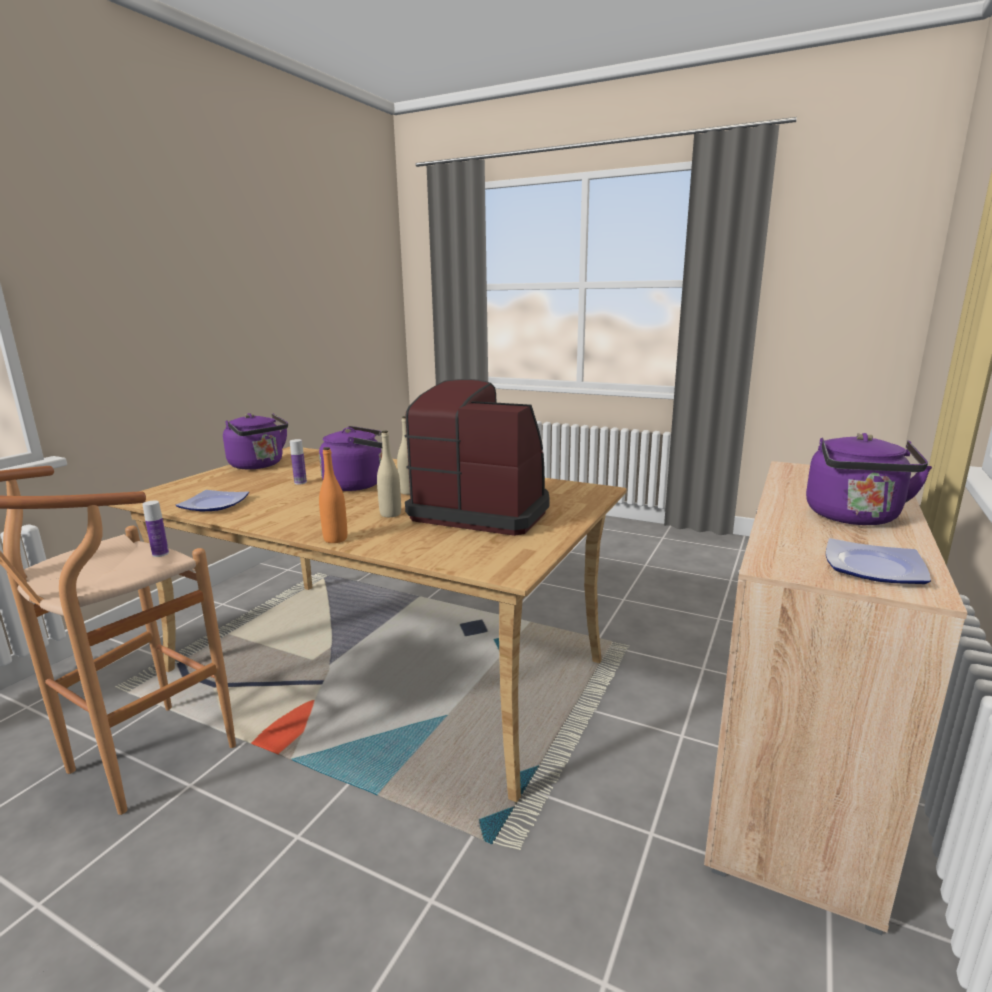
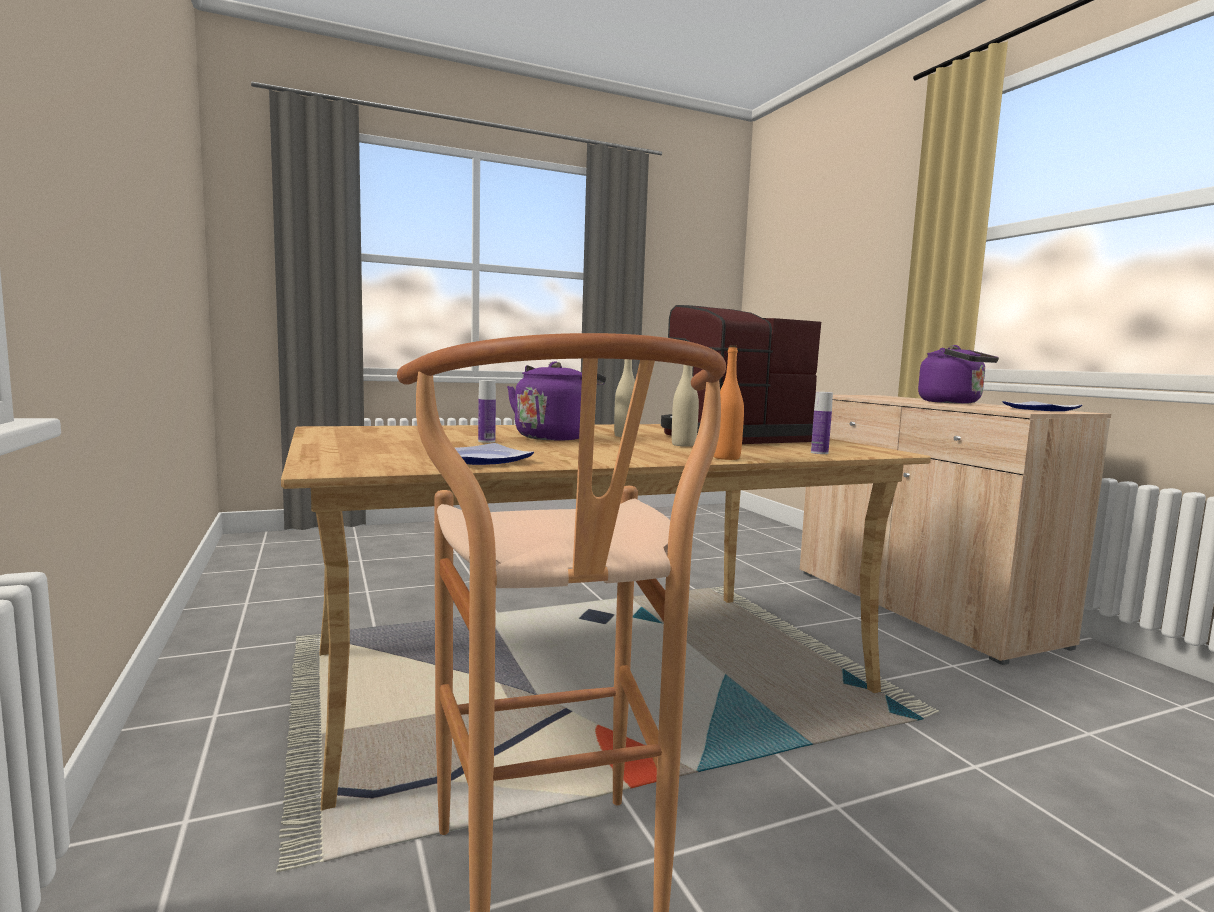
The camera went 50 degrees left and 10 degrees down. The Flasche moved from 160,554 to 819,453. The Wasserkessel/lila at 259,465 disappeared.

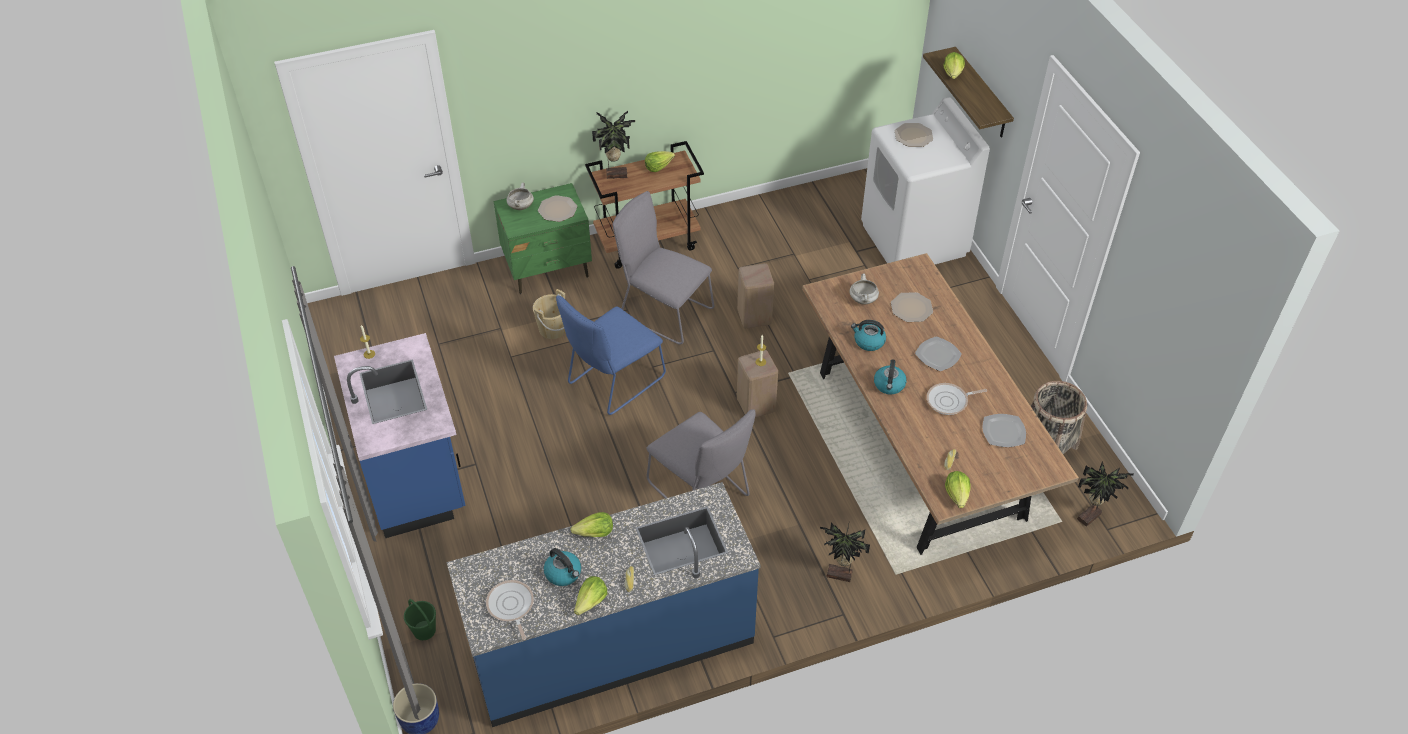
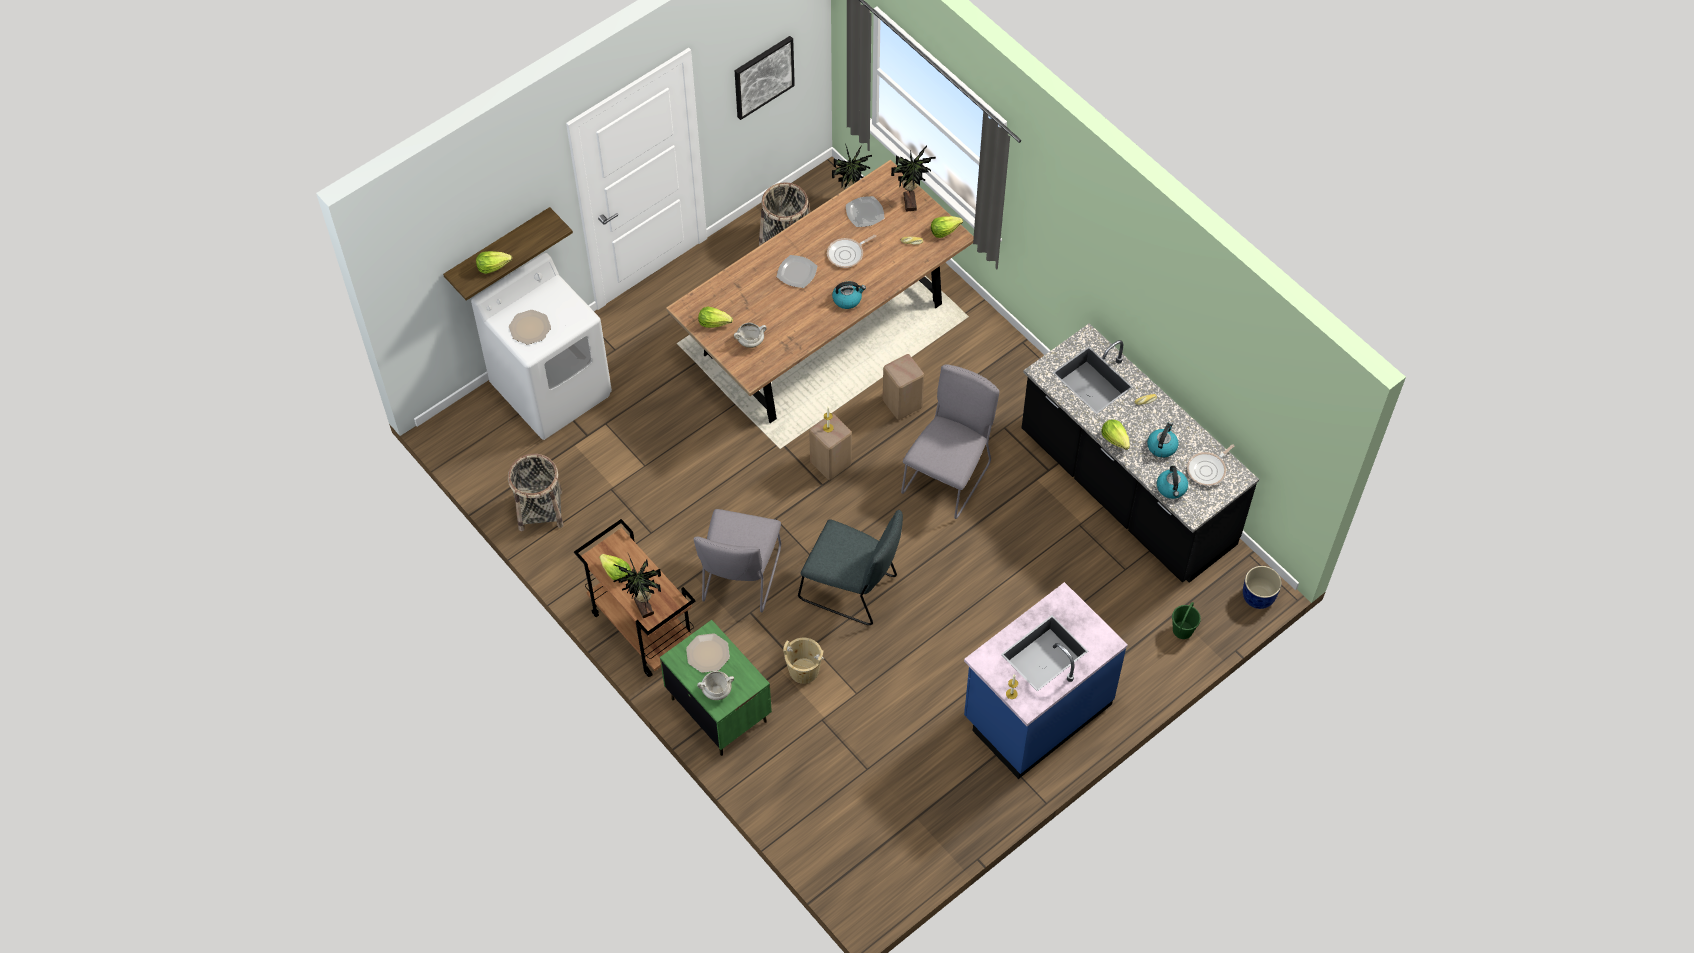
The camera went 110 degrees left and 10 degrees up. The Korb at 540,510 appeared. The Salatkopf moved from 591,602 to 714,322. The Bild at 763,76 appeared. The Stuhl/blau at 613,382 became the Stuhl/grau at 852,589. The Pfanne at 949,401 turned 90 degrees clockwise. The Hocker/beige moved from 753,316 to 902,405. The Topfpflanze moved from 839,576 to 911,202. The Küchenzeile/blau at 611,642 became the Küchenzeile/schwarz at 1126,490. The Wasserkessel moved from 868,341 to 1171,488. The Teller at 911,308 disappeared.

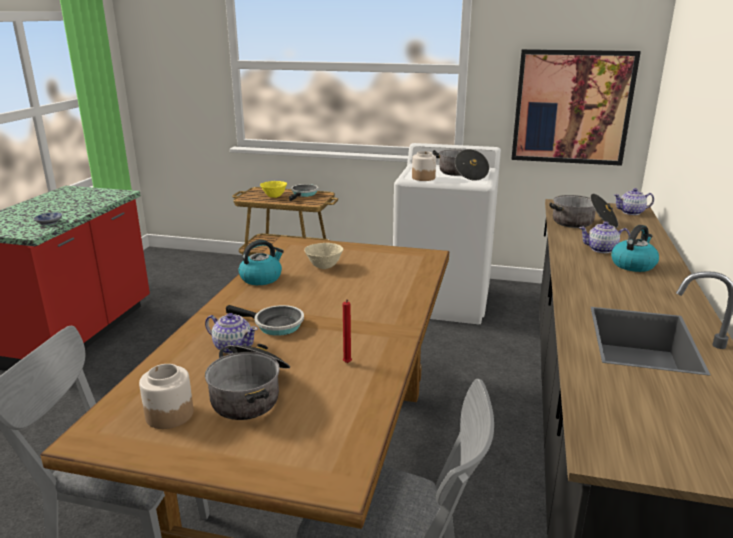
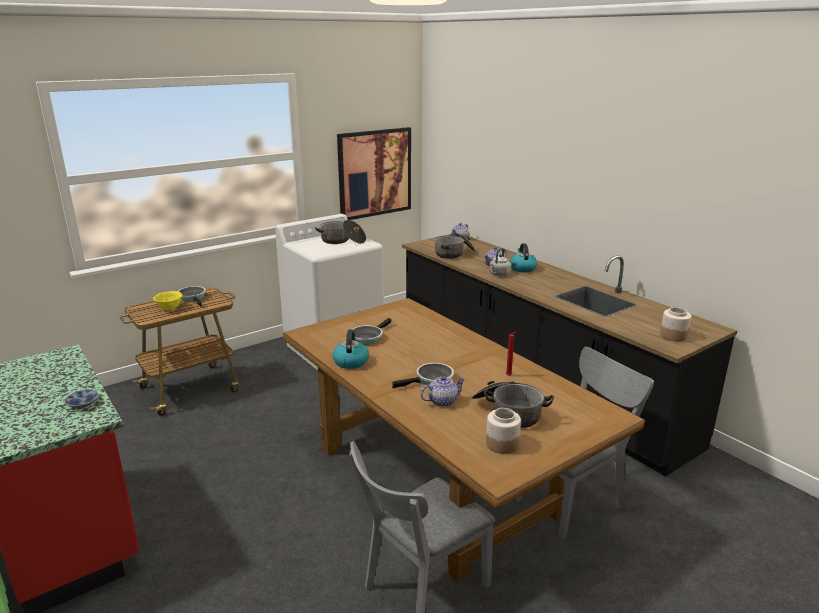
The camera went 50 degrees left and 0 degrees up. The Schüssel/beige at 324,266 was replaced by the Pfanne at 368,337. The Wasserkessel/grau at 499,274 appeared. The Vorratsglas moved from 423,178 to 673,335.

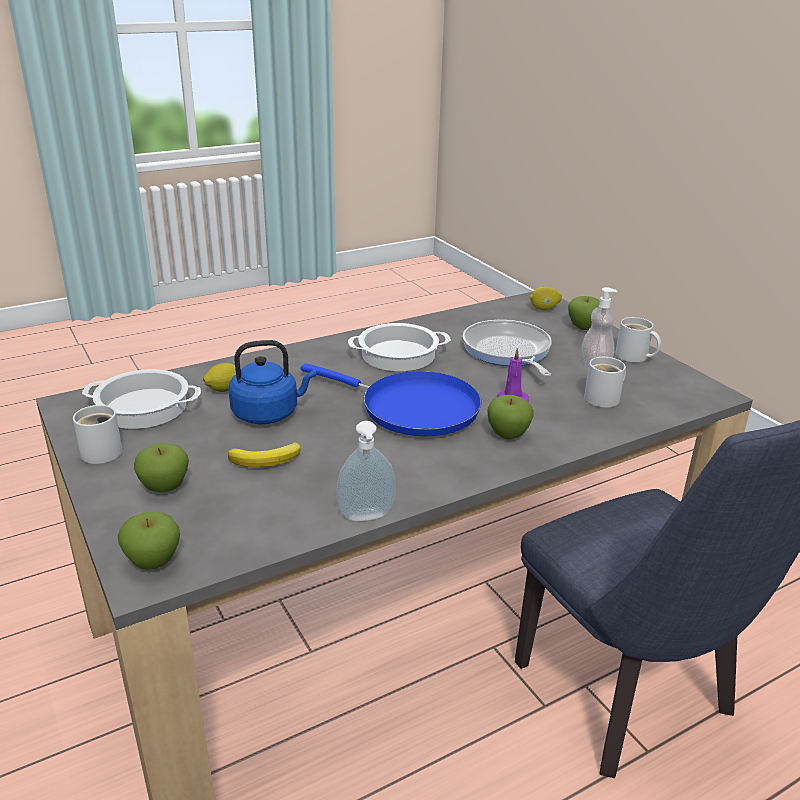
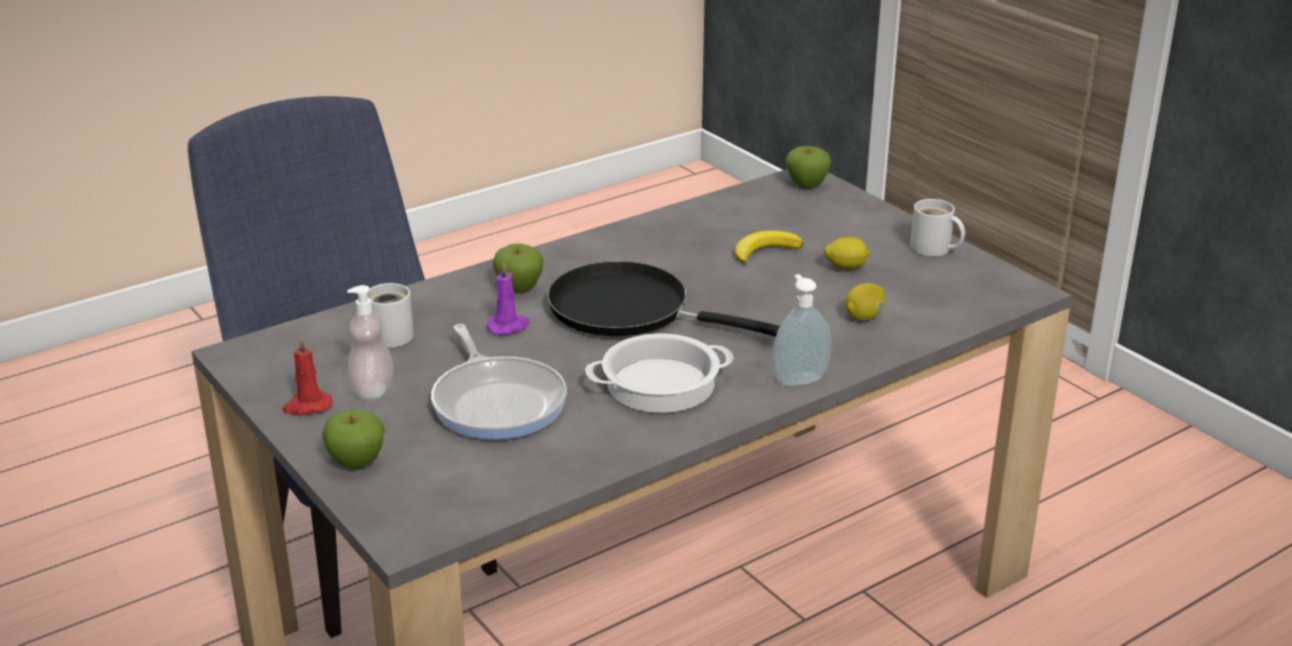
The camera went 175 degrees right and 0 degrees up. The Henkelbecher/weiß at 634,357 was replaced by the Kerze/rot at 307,406. The Pfanne/blau at 412,408 became the Pfanne/schwarz at 628,310. The Seifenspender moved from 366,517 to 798,379. The Zitrone moved from 544,309 to 846,268. The Kochtopf at 142,408 disappeared. The Apfel at 165,487 disappeared. The Wasserkessel/blau at 269,413 disappeared.

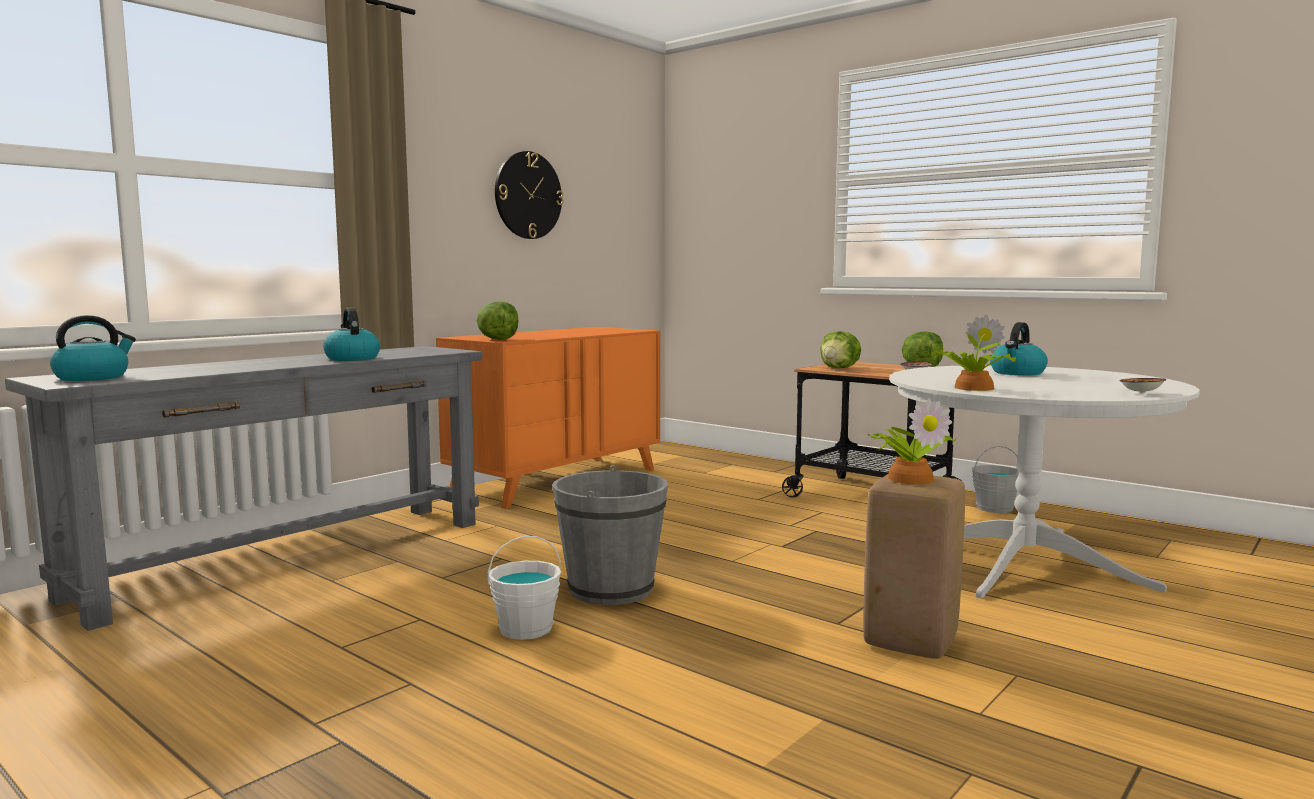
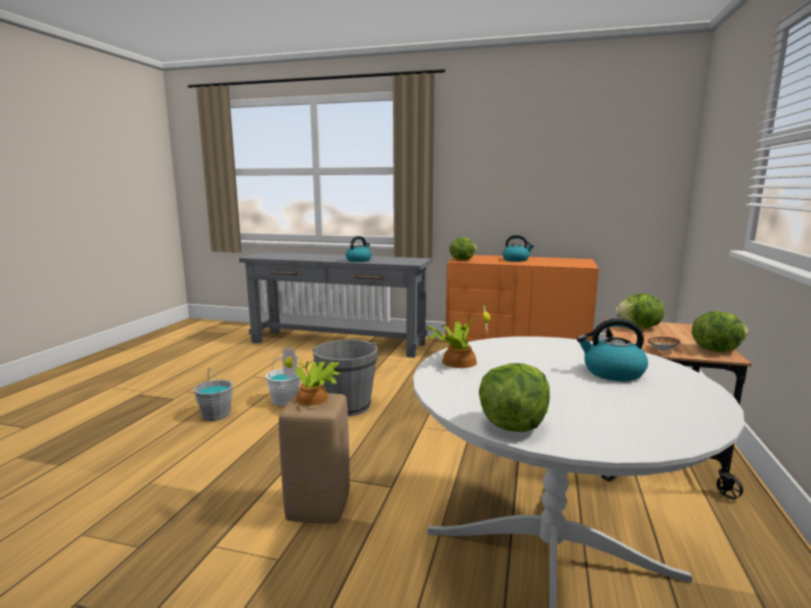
The camera went 65 degrees right and 5 degrees up. The Eimer/grau moved from 994,508 to 216,414. The Schüssel at 1141,393 was replaced by the Salatkopf at 512,425. The Wasserkessel moved from 93,377 to 516,260. The Wanduhr at 528,195 disappeared.

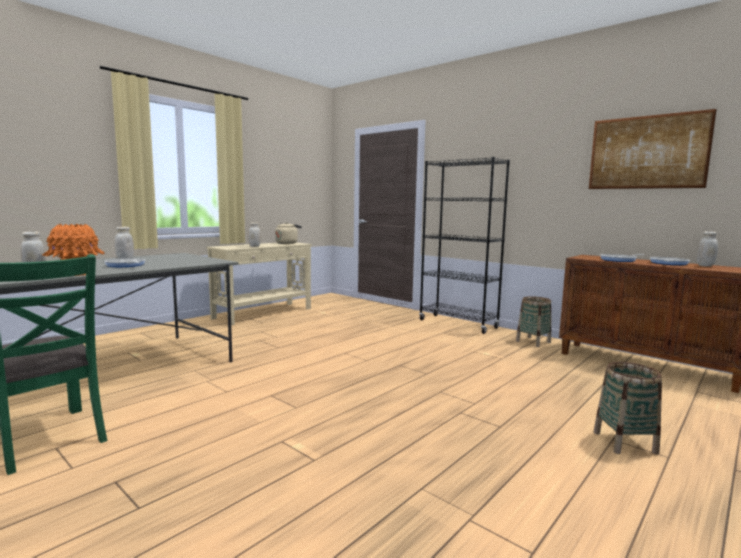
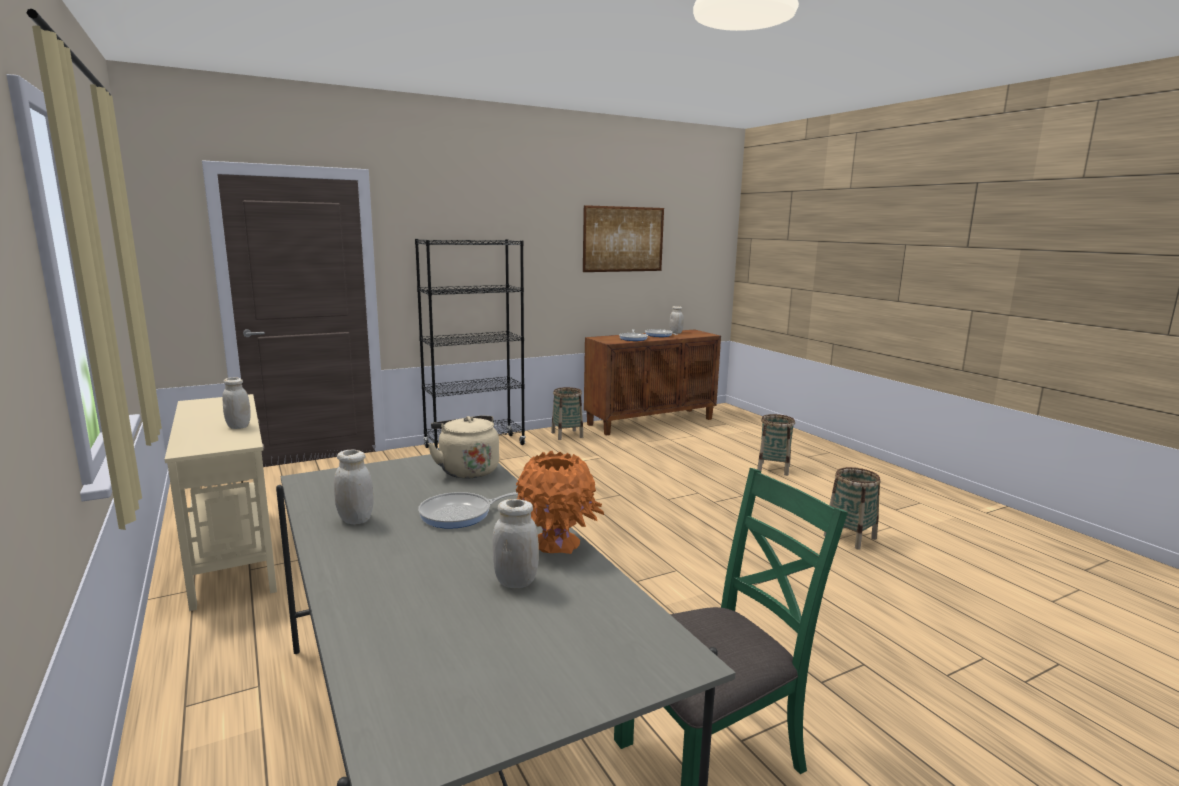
The camera went 70 degrees left and 5 degrees up. The Wasserkessel/beige moved from 287,243 to 467,470. The Korb at 850,537 appeared.

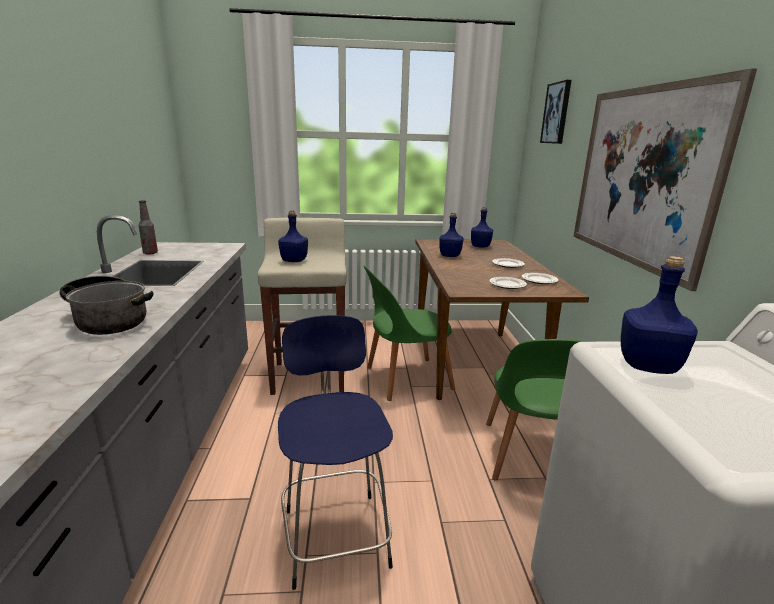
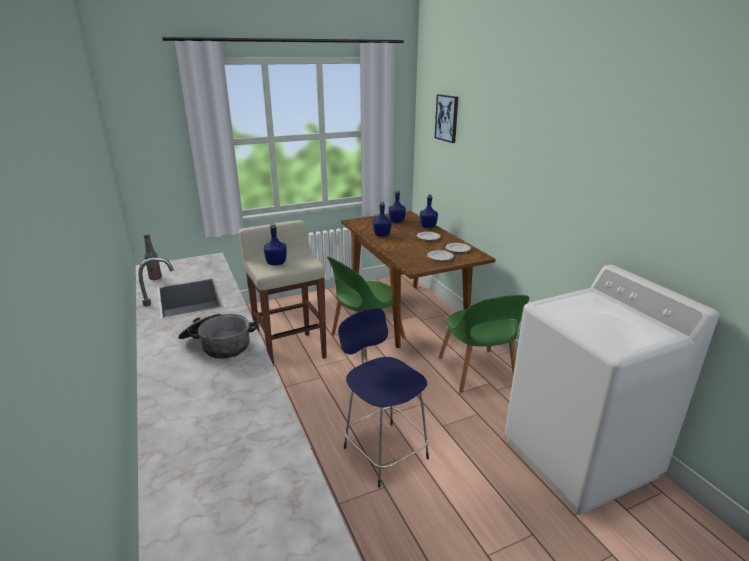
The camera went 20 degrees left and 5 degrees up. The Flasche/blau moved from 648,366 to 428,226. The Bild at 640,176 disappeared.

